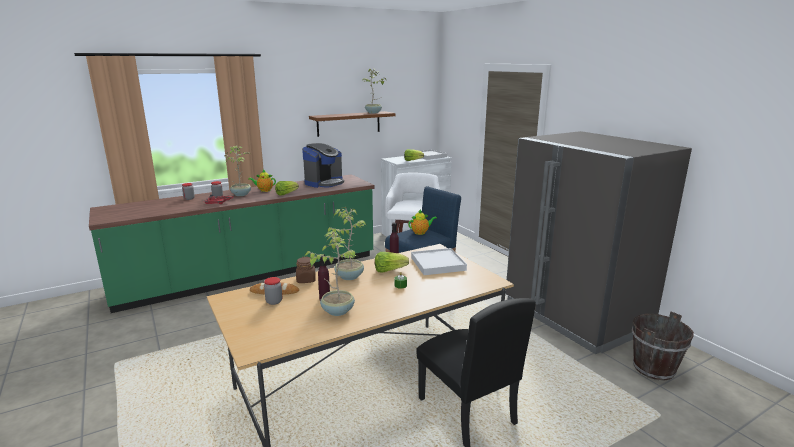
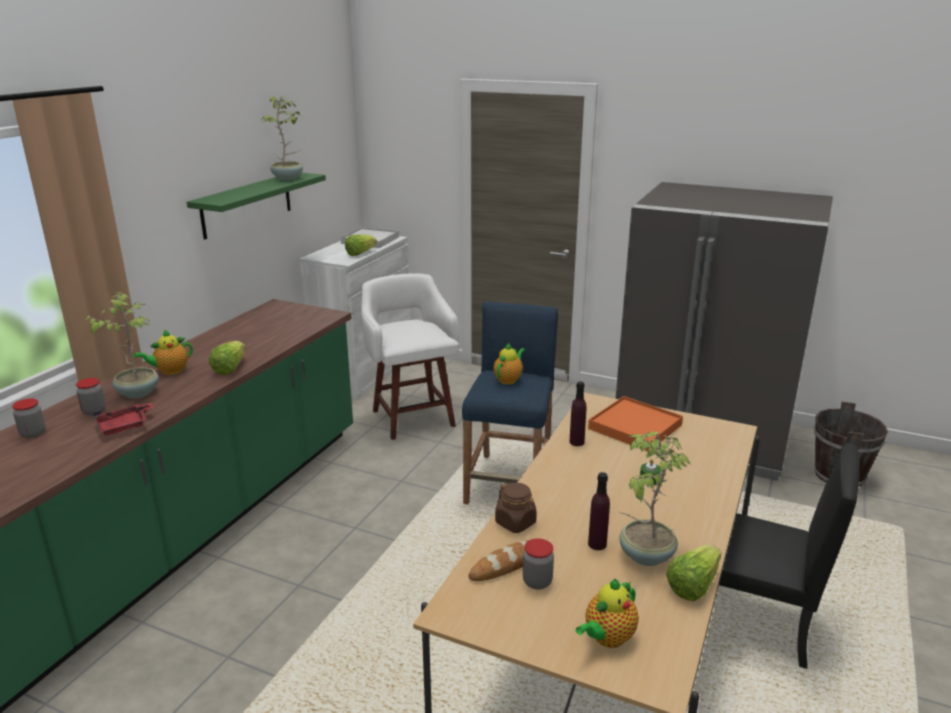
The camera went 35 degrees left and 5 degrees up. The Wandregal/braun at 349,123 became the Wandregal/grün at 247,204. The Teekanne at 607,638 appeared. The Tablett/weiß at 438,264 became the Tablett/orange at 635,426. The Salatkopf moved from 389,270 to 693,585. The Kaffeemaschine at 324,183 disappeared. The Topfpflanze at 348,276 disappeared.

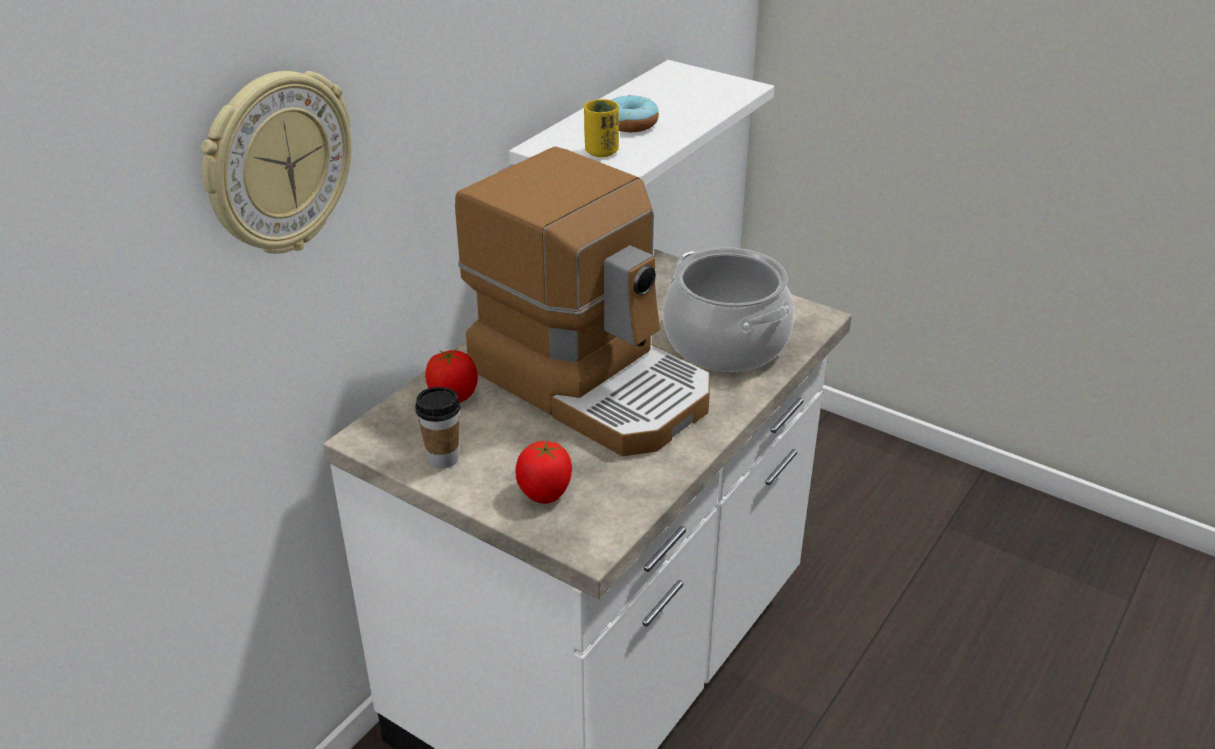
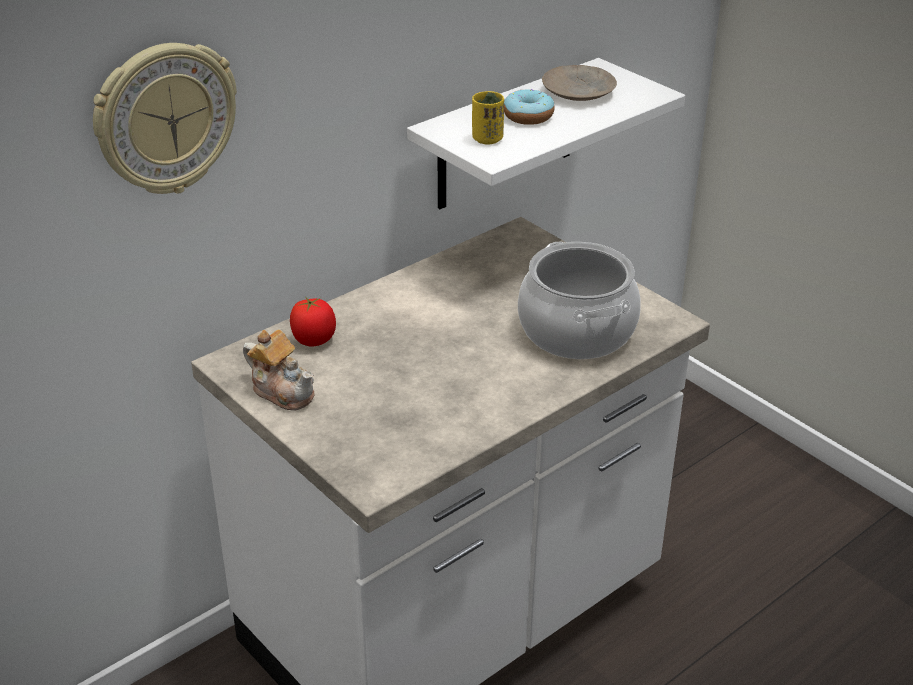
The camera went 15 degrees right and 0 degrees up. The Tasse at 443,458 was replaced by the Teekanne at 283,391. The Teller/beige at 579,91 appeared. The Kaffeemaschine at 592,382 disappeared. The Tomate at 545,493 disappeared.

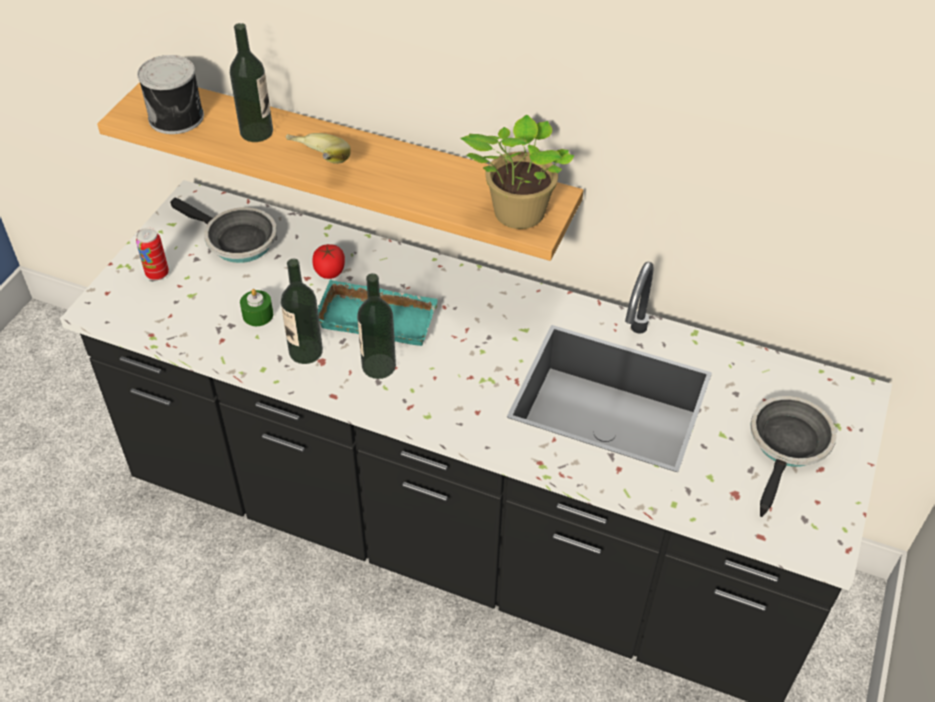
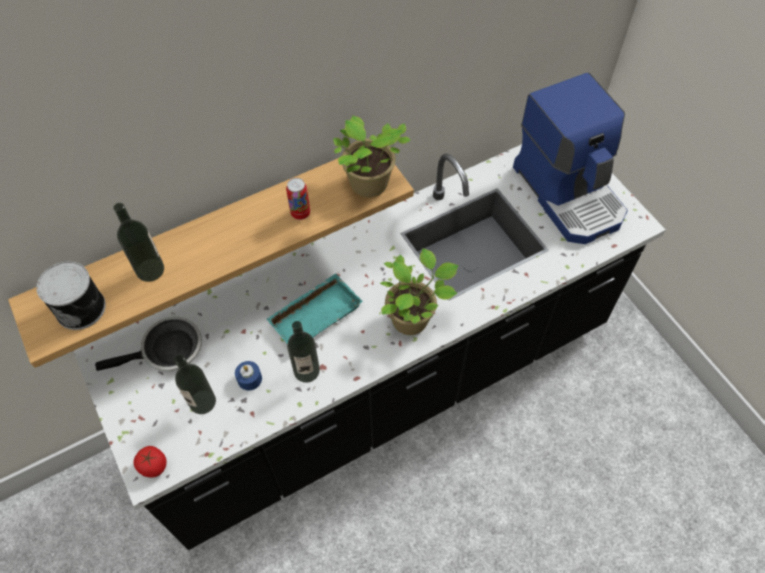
The camera went 50 degrees left and 10 degrees up. The Tomate moved from 330,271 to 153,466. The Flasche moved from 378,366 to 202,402. The Kerze/grün at 258,315 became the Kerze/blau at 249,379. The Dose moved from 157,274 to 300,213. The Topfpflanze at 413,319 appeared. The Pfanne at 788,446 was replaced by the Kaffeemaschine at 569,193. The Banane at 316,165 disappeared.

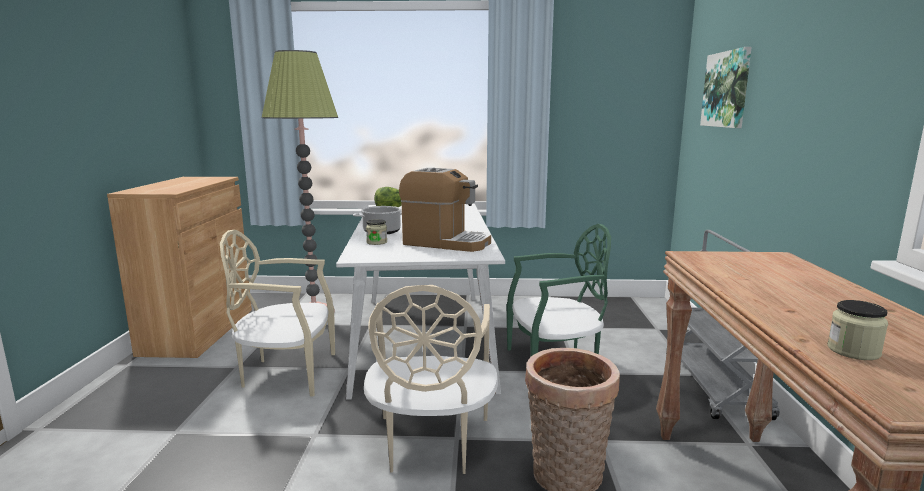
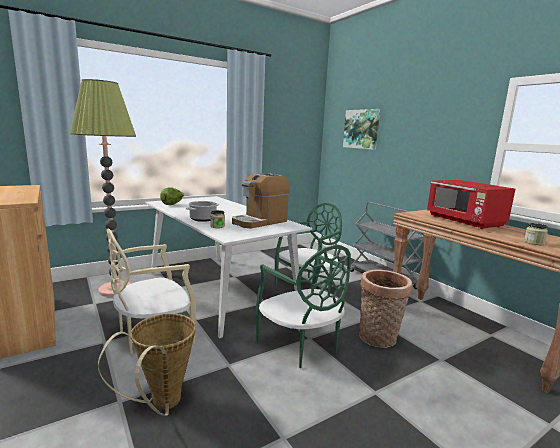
The camera went 35 degrees left and 0 degrees up. The Korb at 161,405 appeared. The Kaffeemaschine at 446,243 turned 150 degrees clockwise. The Stuhl/beige at 430,444 became the Stuhl/grün at 301,346. The Mikrowelle/rot at 464,221 appeared.

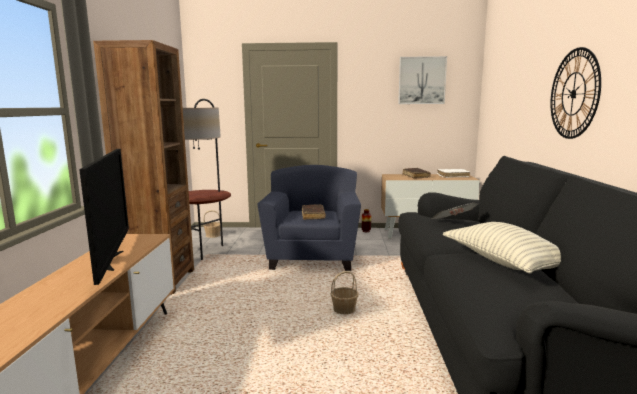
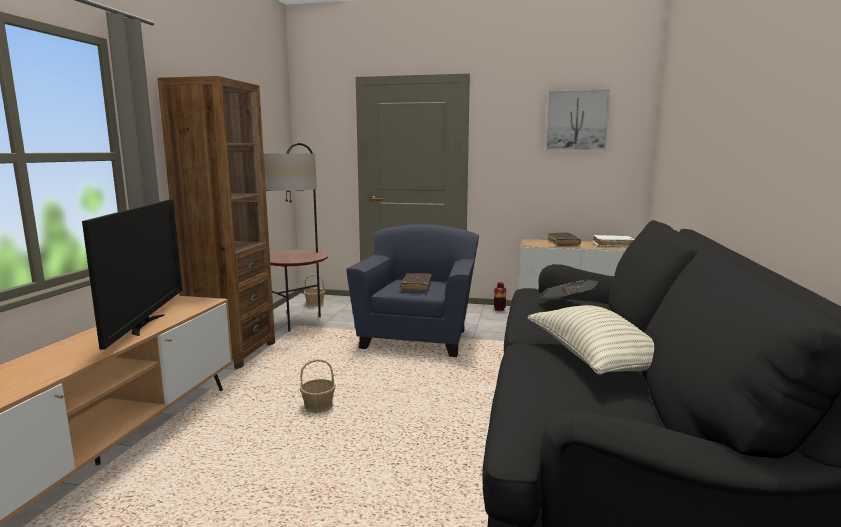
The camera went 10 degrees right and 0 degrees up. The Korb moved from 344,310 to 319,407. The Wanduhr at 573,94 disappeared.

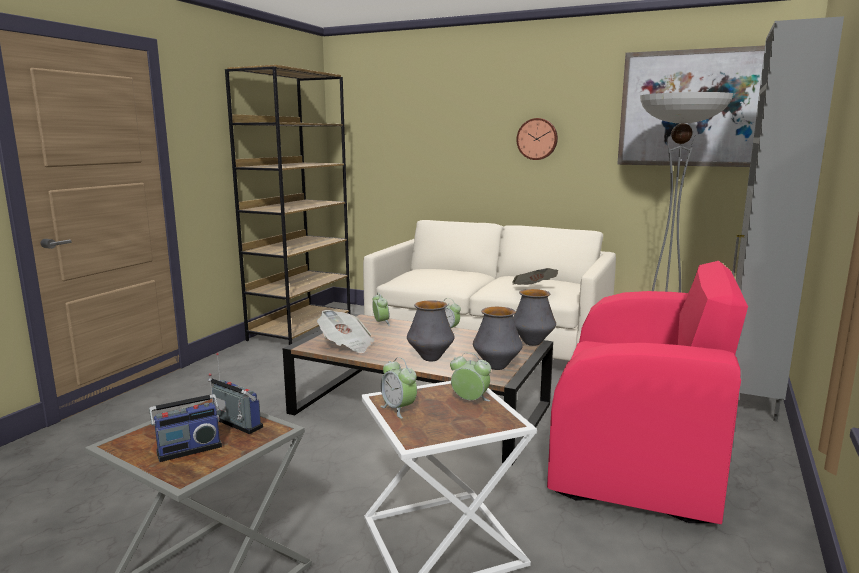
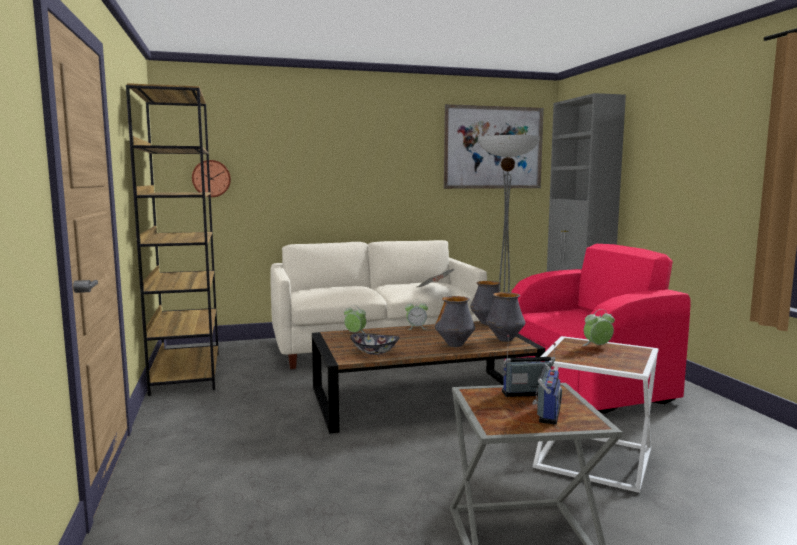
The camera went 40 degrees left and 5 degrees down. The Wanduhr moved from 537,139 to 211,178. The Zeitung at 346,345 was replaced by the Schüssel at 375,352. The Wecker at 398,409 disappeared.

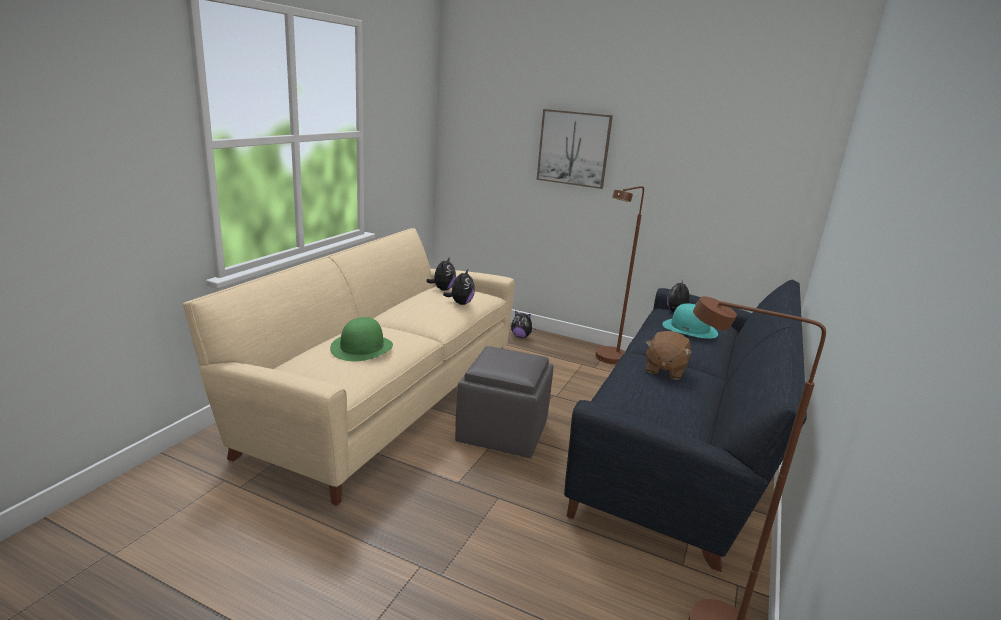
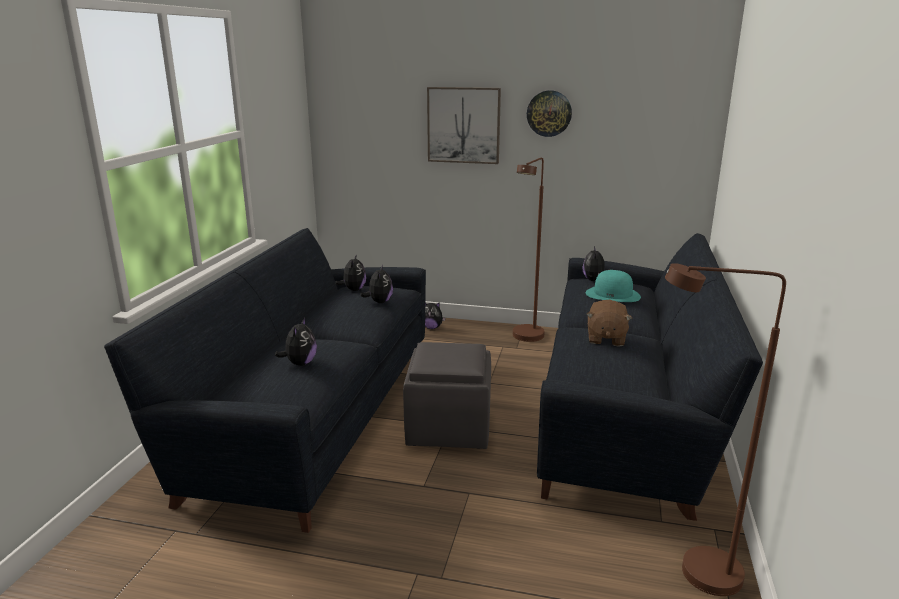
The camera went 10 degrees left and 0 degrees up. The Sofa/beige at 382,398 became the Sofa/schwarz at 311,415. The Hut/grün at 362,347 was replaced by the Plüschtier at 300,363. The Wanduhr at 549,113 appeared.

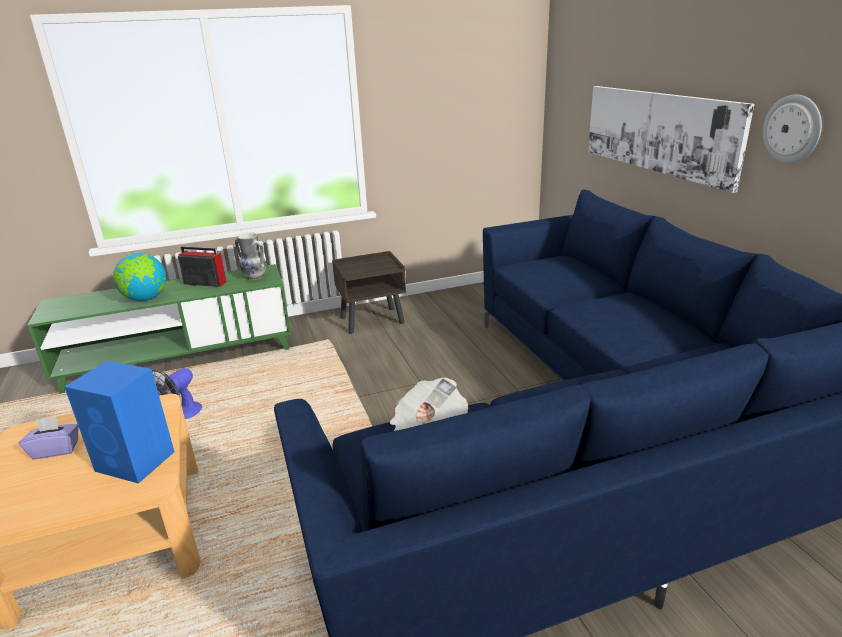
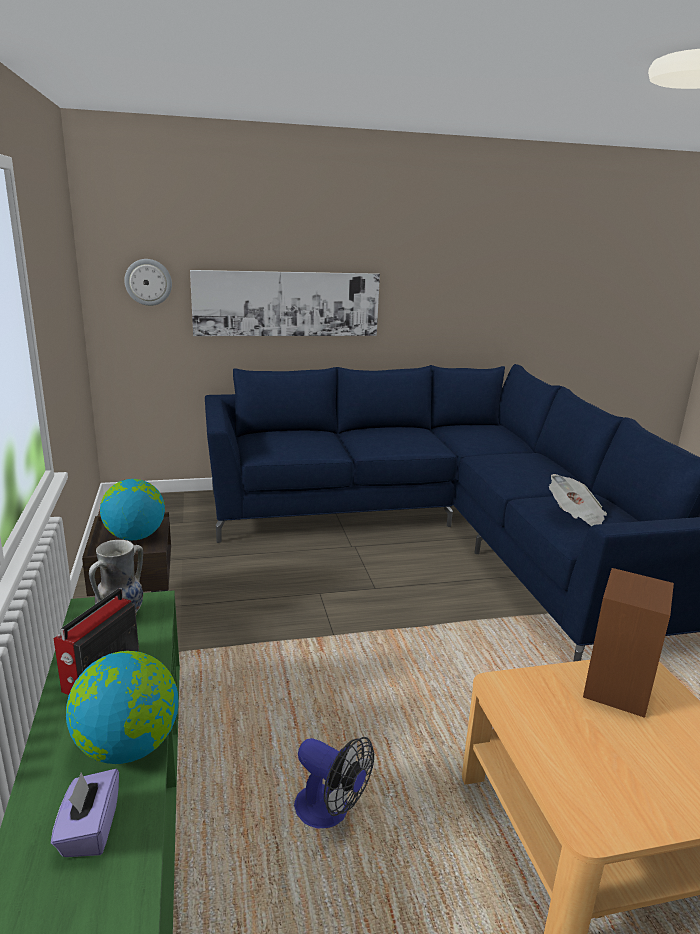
The camera went 85 degrees left and 5 degrees down. The Taschentuchbox/lila moved from 56,450 to 89,830. The Globus at 135,536 appeared. The Wanduhr moved from 792,129 to 148,282. The Lautsprecher/blau at 136,461 became the Lautsprecher/braun at 617,686.

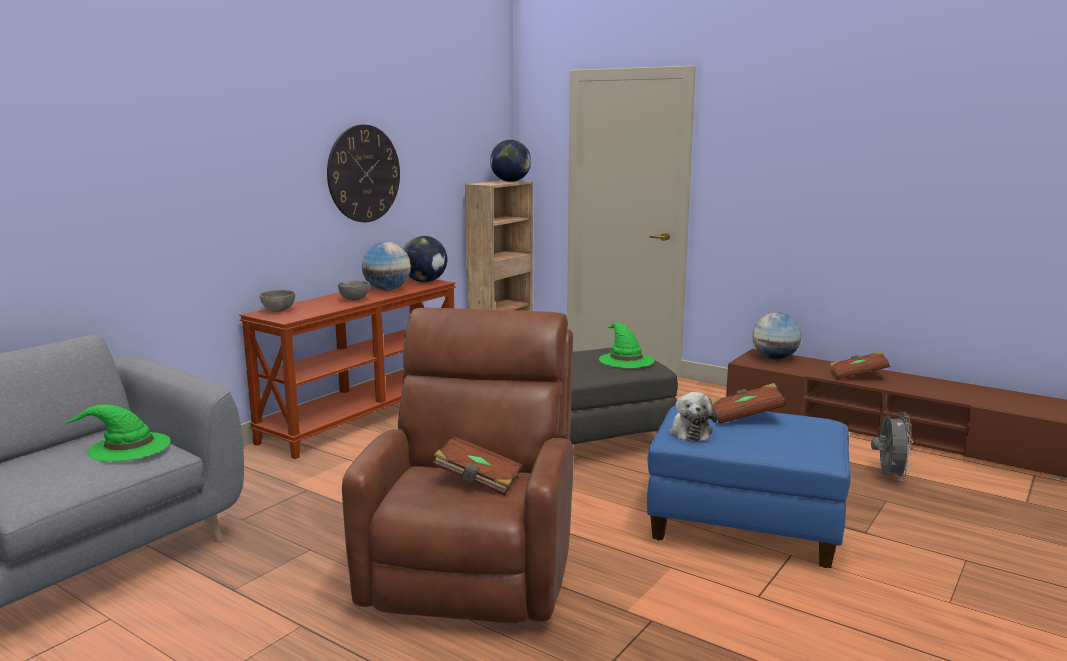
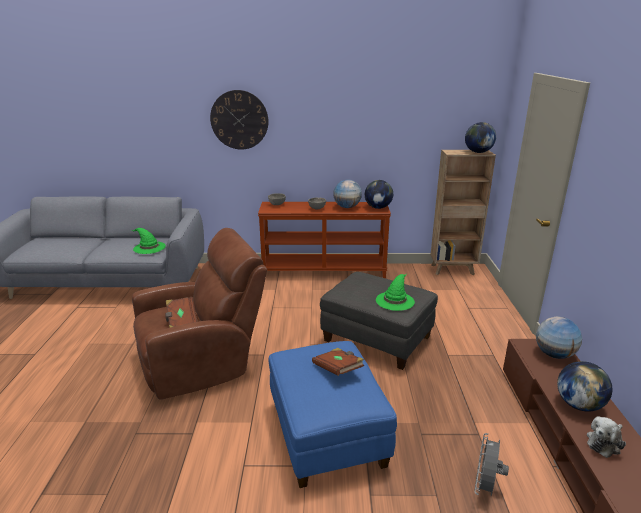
The camera went 55 degrees right and 10 degrees up. The Wanduhr moved from 364,173 to 239,120. The Ventilator/grau at 889,477 turned 135 degrees clockwise. The Buch/braun at 857,376 was replaced by the Globus at 578,404. The Plüschtier moved from 690,432 to 604,443.

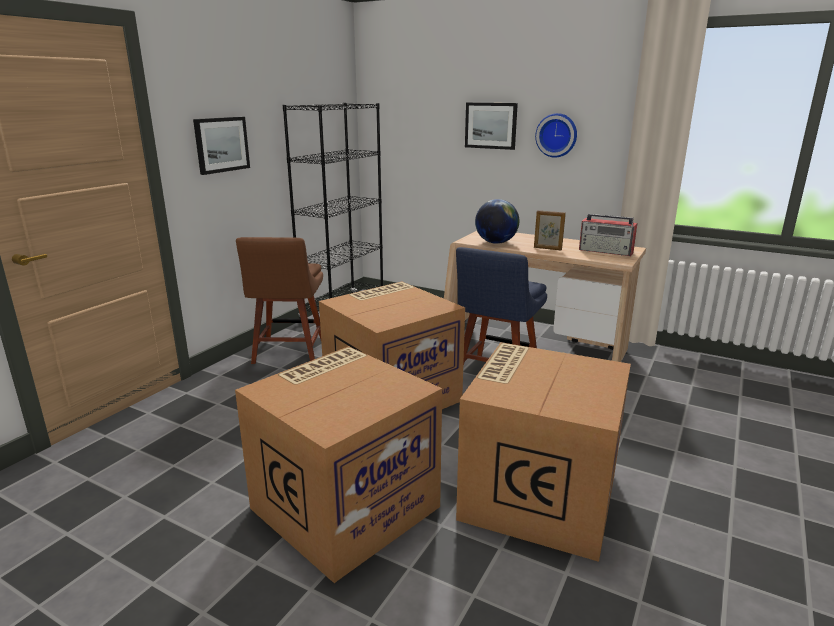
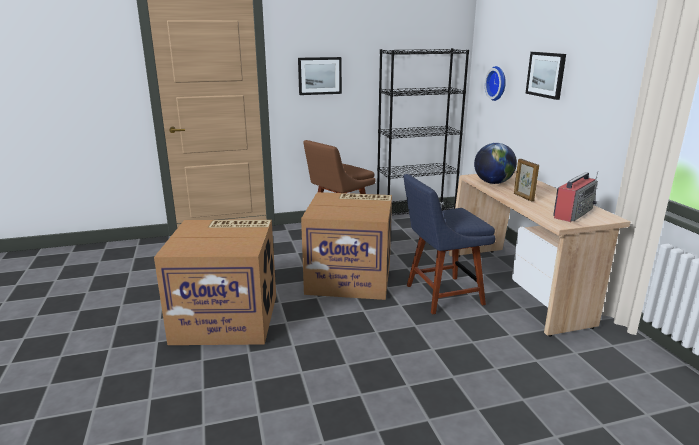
The camera went 45 degrees right and 0 degrees up. The Wanduhr moved from 557,135 to 497,83. The Radio at 606,251 turned 120 degrees counterclockwise. The Karton at 537,494 disappeared.

